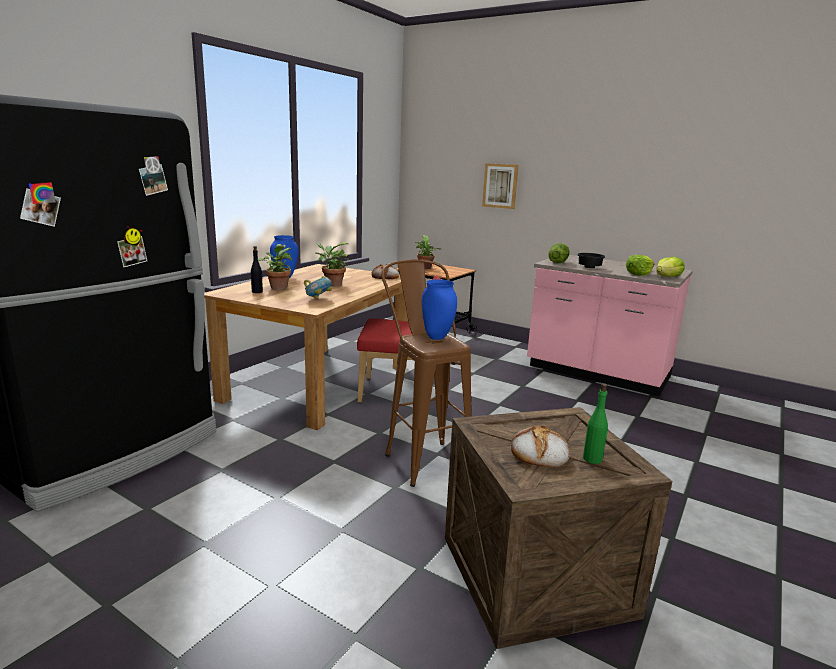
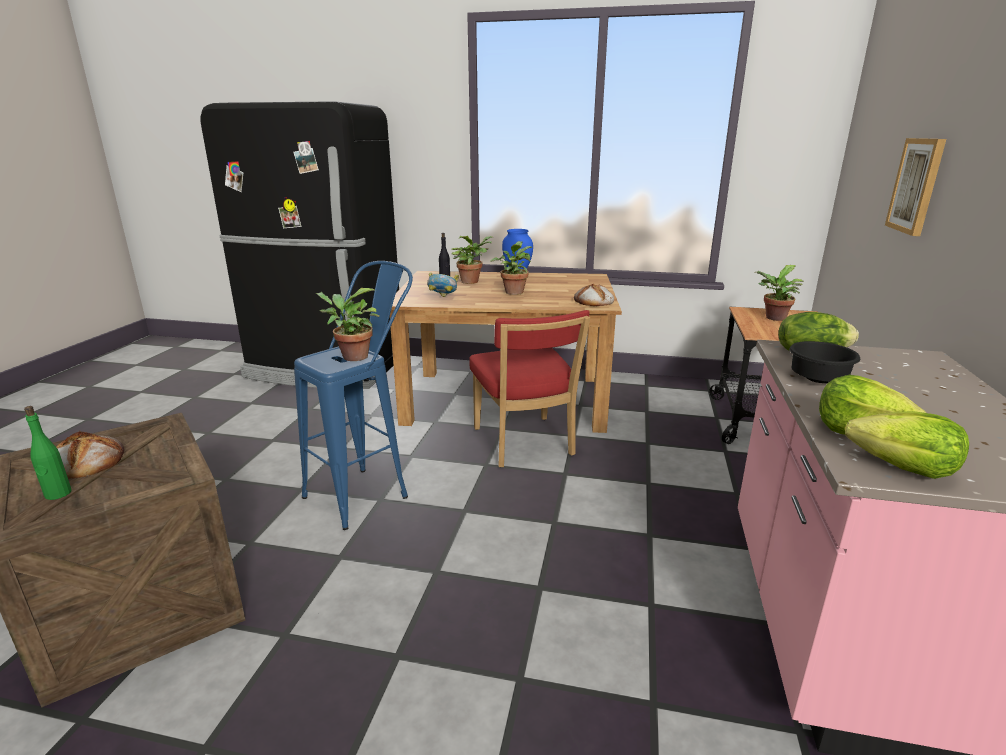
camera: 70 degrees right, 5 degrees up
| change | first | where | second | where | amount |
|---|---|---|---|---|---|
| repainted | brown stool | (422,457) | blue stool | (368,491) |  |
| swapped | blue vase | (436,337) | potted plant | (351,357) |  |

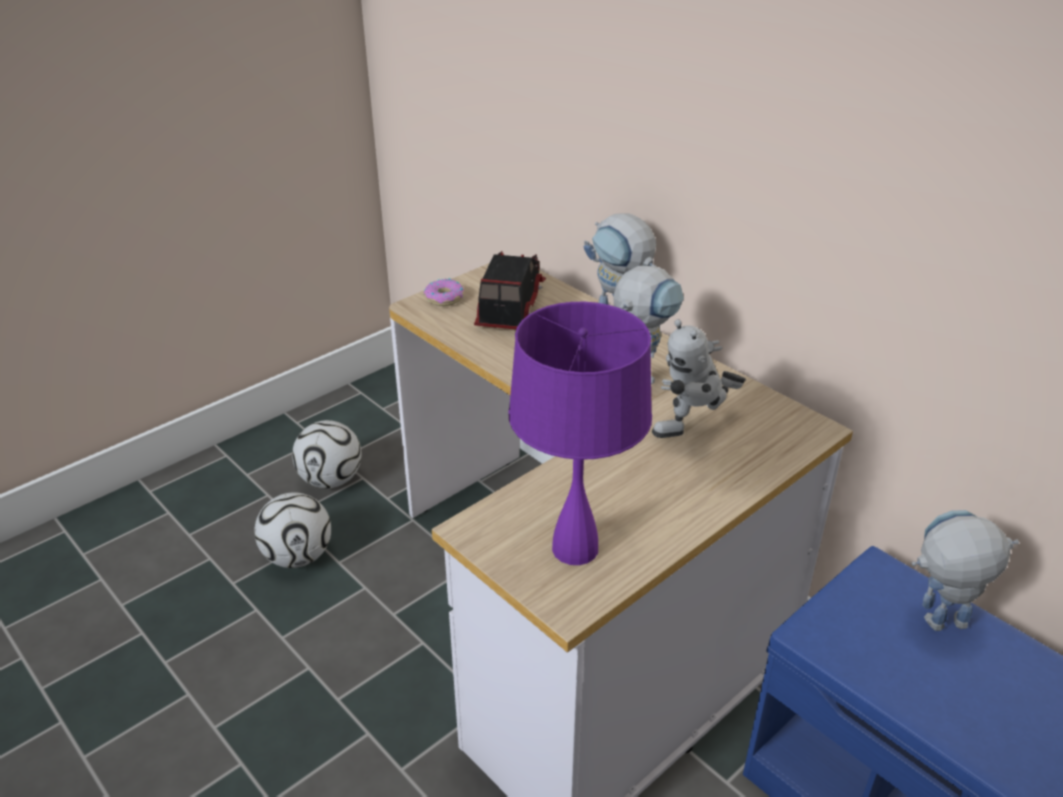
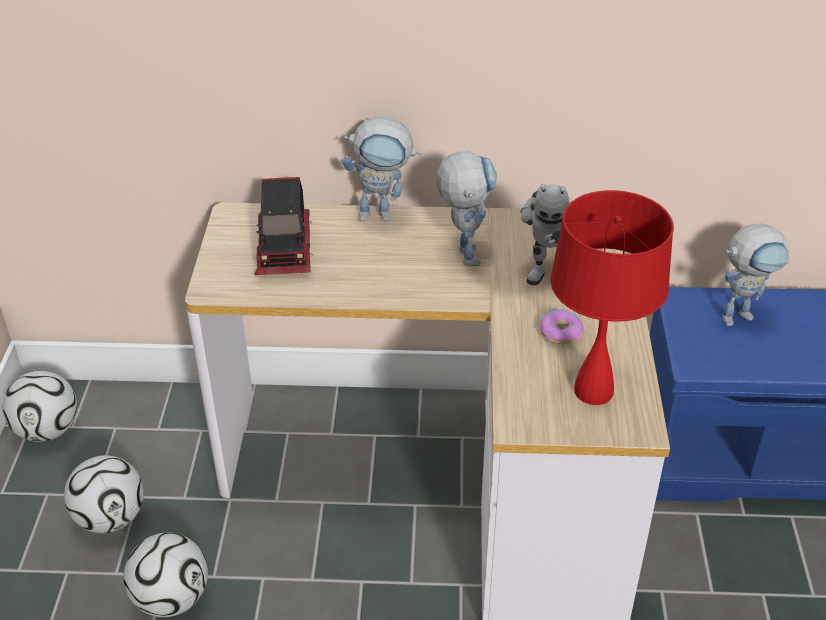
camera: 45 degrees left, 5 degrees up
| change | first | where | second | where | amount |
|---|---|---|---|---|---|
| rotated | toy truck | (509,306) |  | (286,247) | 150 degrees counterclockwise |
| shifted | donut | (444,298) |  | (561,332) |  |
| repainted | purple table lamp | (574,549) | red table lamp | (593,392) |  |
| rotated | toy robot | (936,627) |  | (742,314) | 150 degrees counterclockwise |
| new |  |  | football | (47,430) |  |

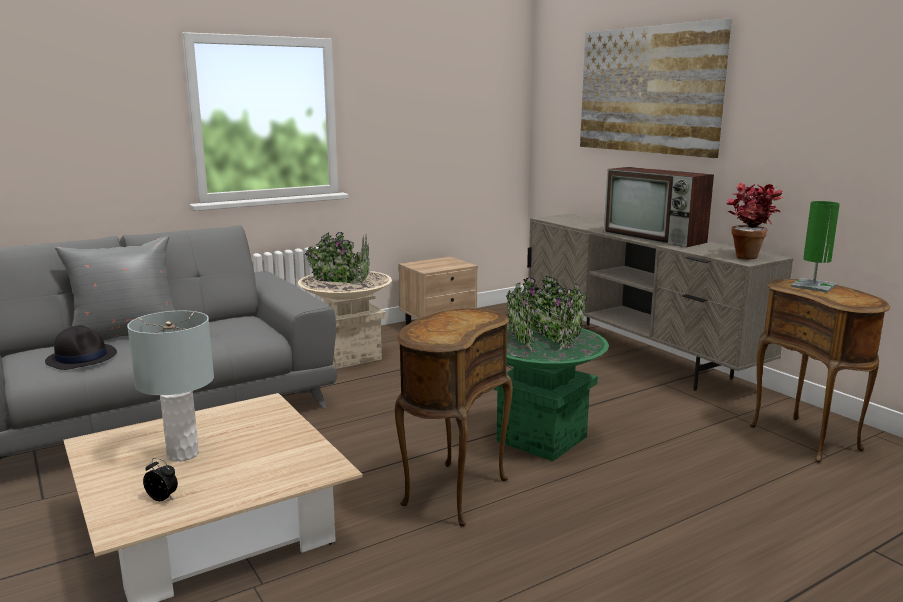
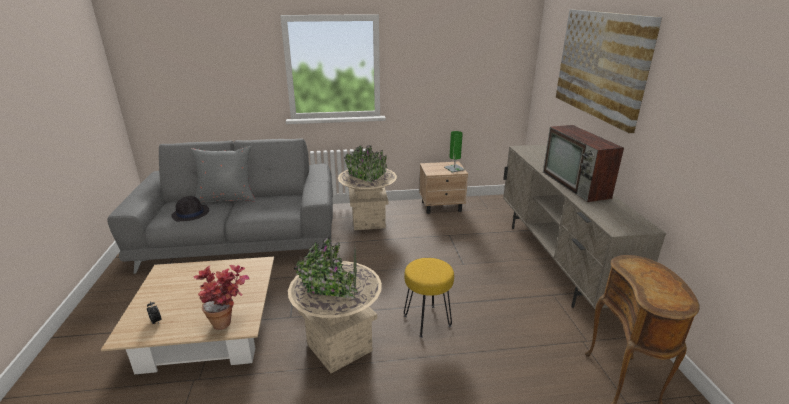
camera: 25 degrees right, 10 degrees up
| change | first | where | second | where | amount |
|---|---|---|---|---|---|
| shifted | potted plant | (749,256) |  | (229,322) |  |
| shifted | green table lamp | (813,286) |  | (454,168) |  |
| swapped | green planter | (541,439) | yellow stool | (427,321) |  |
| swapped | brown side table | (451,492) | beige planter | (339,347) |  |
| gone | grey table lamp | (182,454) |  |  |  |

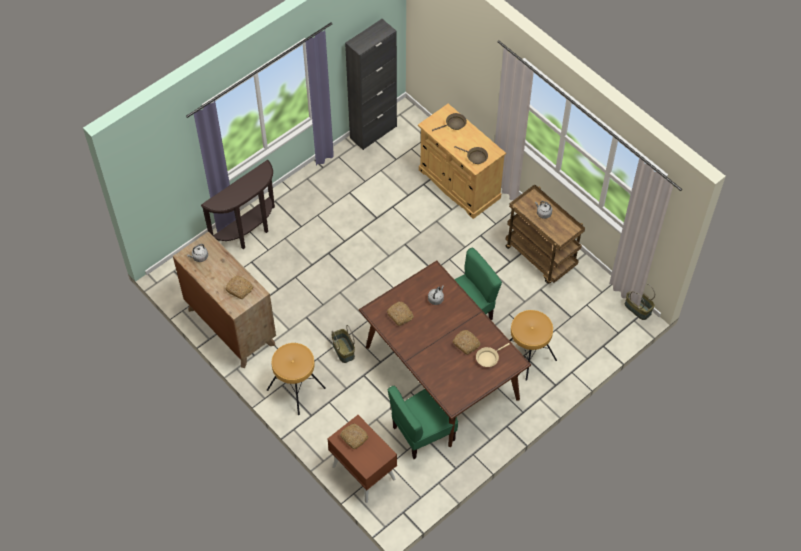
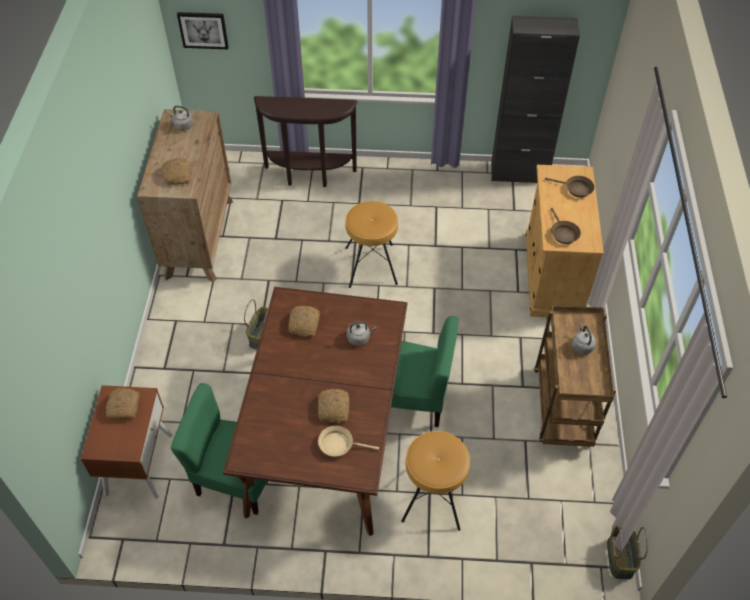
camera: 45 degrees right, 5 degrees down
| change | first | where | second | where | amount |
|---|---|---|---|---|---|
| shifted | brown stool | (296,388) |  | (371,265) |  |
| new |  |  | picture | (203,29) |  |

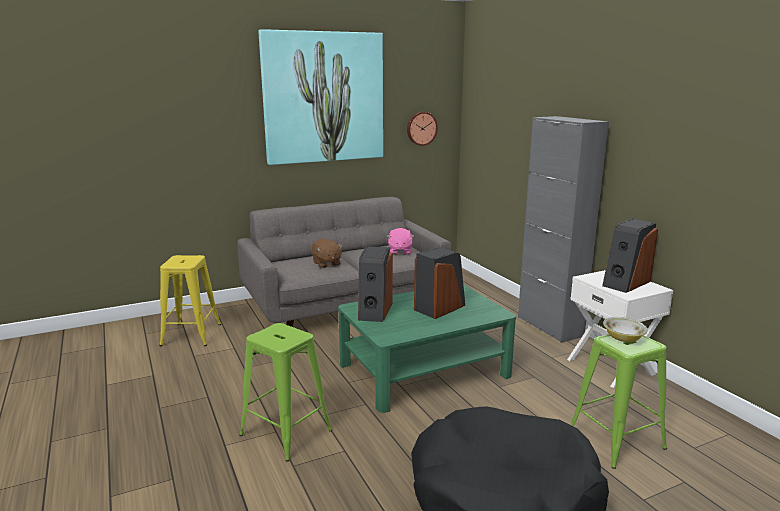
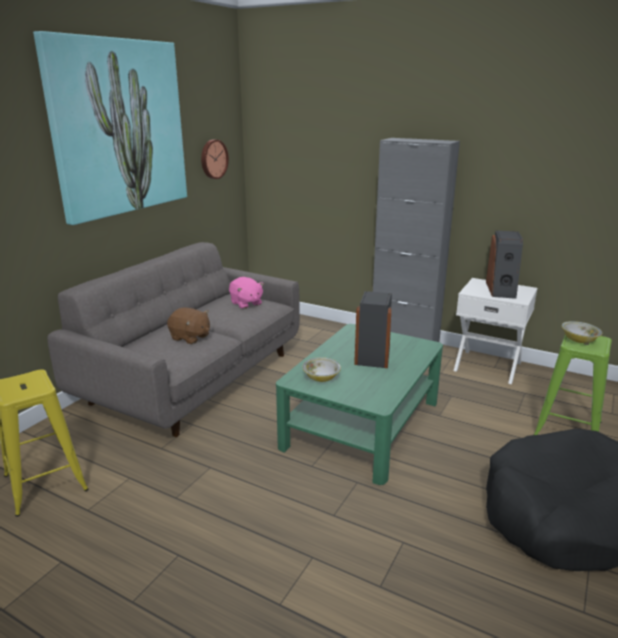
camera: 35 degrees left, 5 degrees up
| change | first | where | second | where | amount |
|---|---|---|---|---|---|
| swapped | speaker | (374,311) | bowl | (321,378) |  |
| gone | green stool | (285,432) |  |  |  |

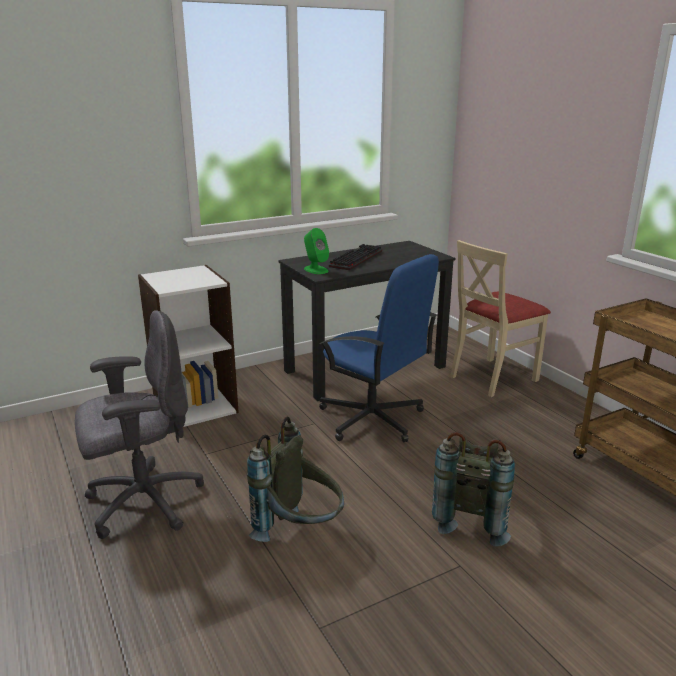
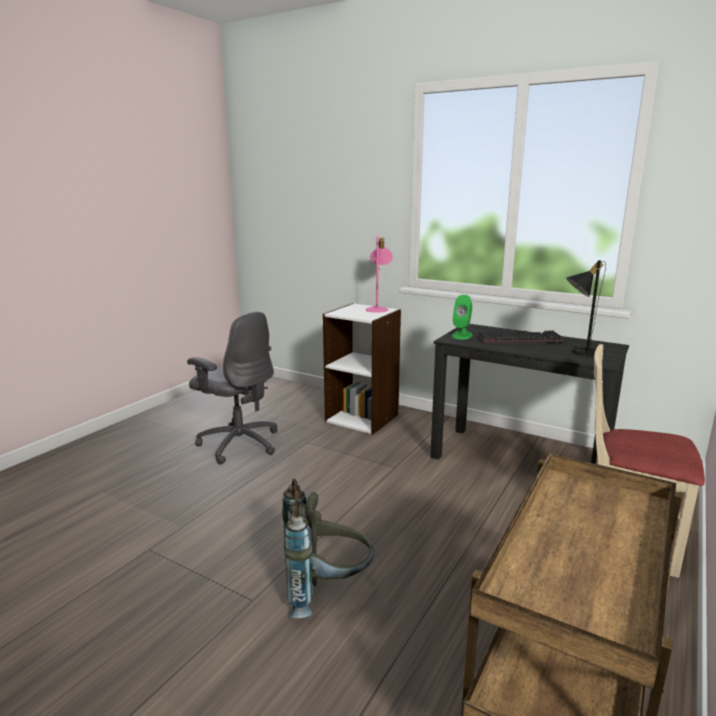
camera: 60 degrees right, 5 degrees down
| change | first | where | second | where | amount |
|---|---|---|---|---|---|
| gone | blue office chair | (372,419) |  |  |  |
| gone | grey backpack | (300,532) |  |  |  |
| new |  |  | pink table lamp | (378,308) |  |
| new |  |  | black table lamp | (580,352) |  |

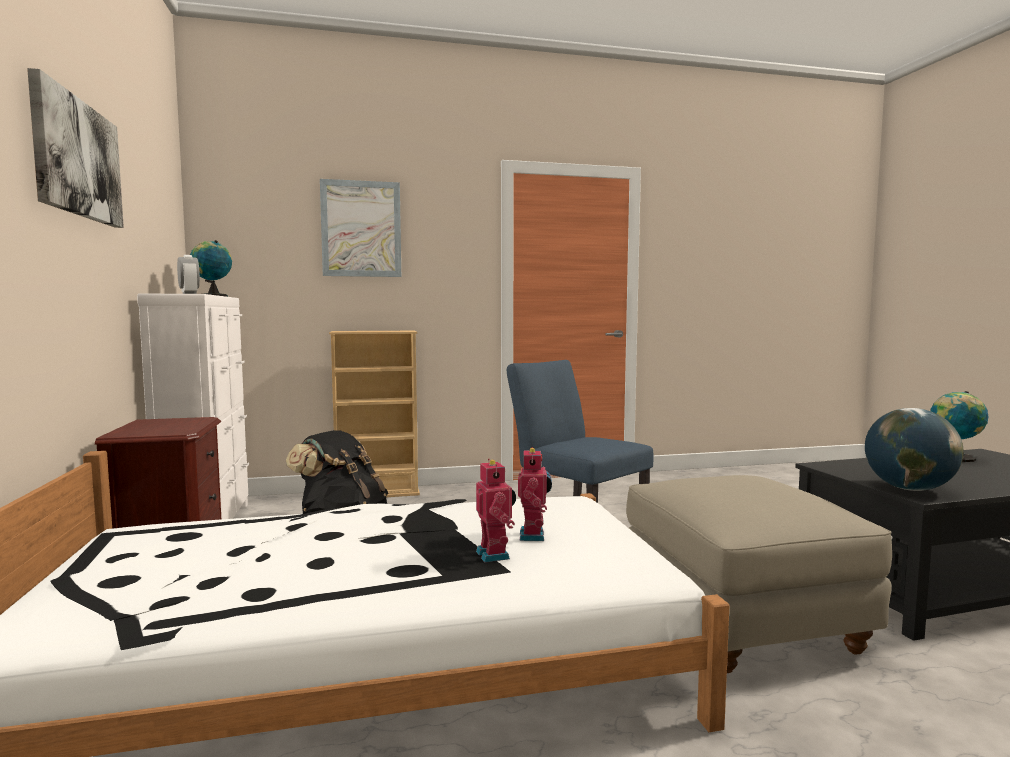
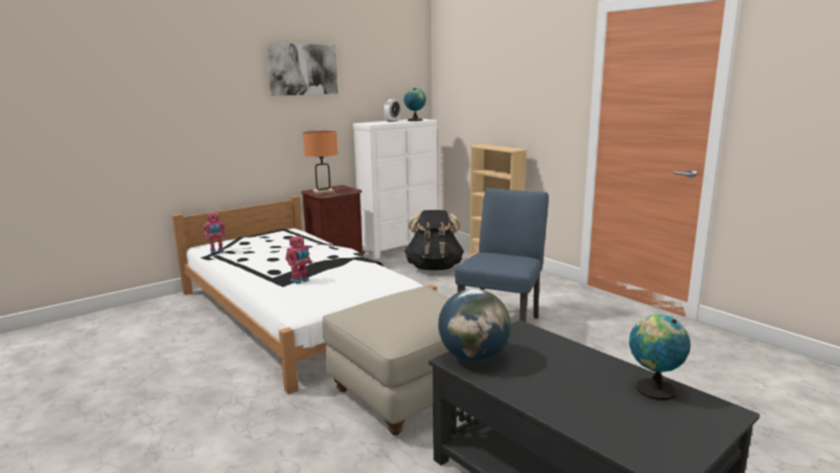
camera: 65 degrees right, 10 degrees up
| change | first | where | second | where | amount |
|---|---|---|---|---|---|
| gone | picture | (361,229) |  |  |  |
| shifted | toy robot | (534,536) |  | (217,251) |  |
| new |  |  | orange table lamp | (323,191) |  |

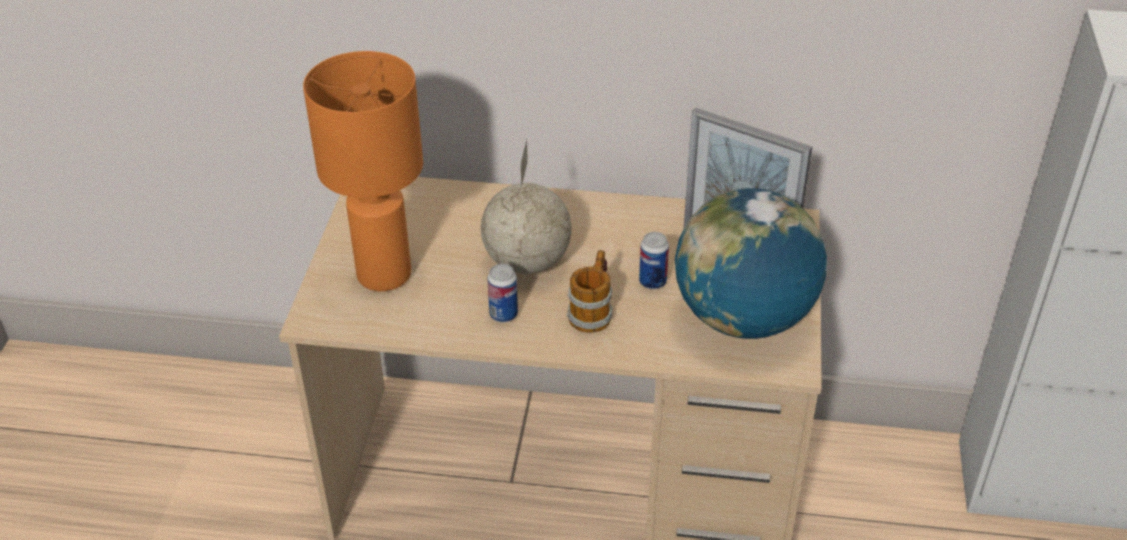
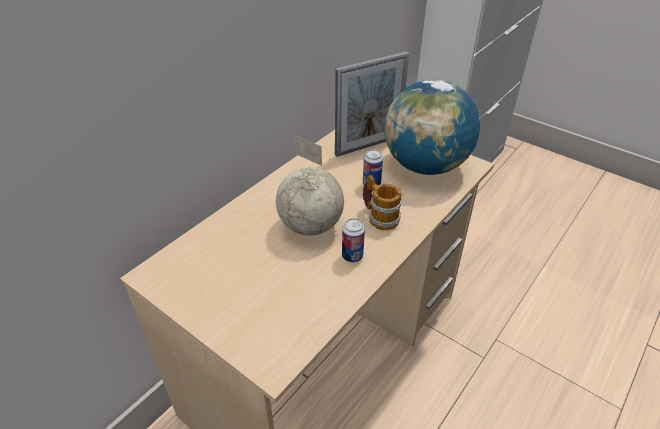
camera: 60 degrees left, 0 degrees up
| change | first | where | second | where | amount |
|---|---|---|---|---|---|
| gone | orange table lamp | (382,275) |  |  |  |

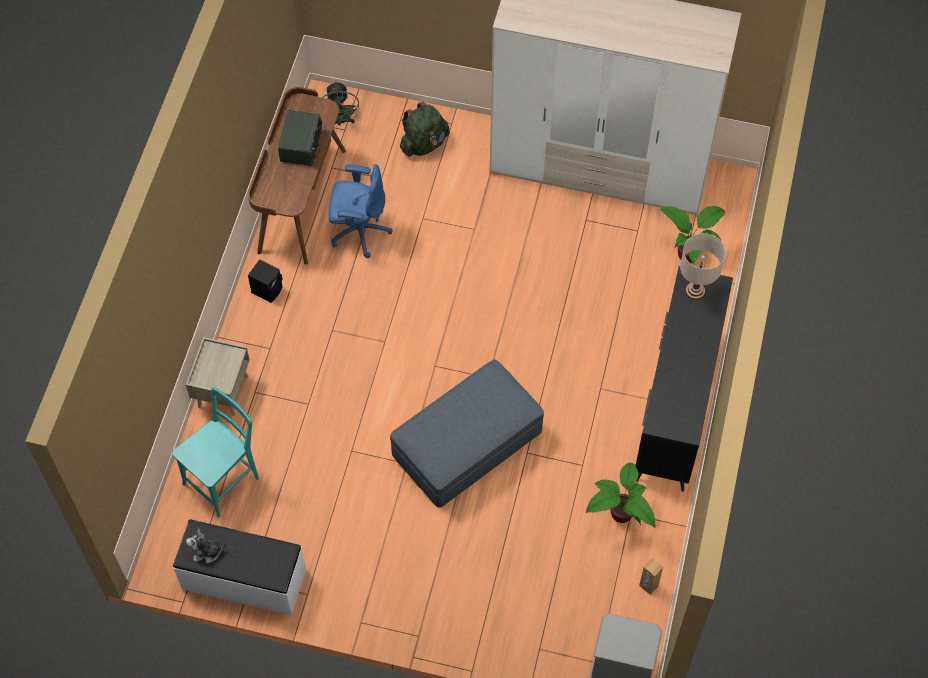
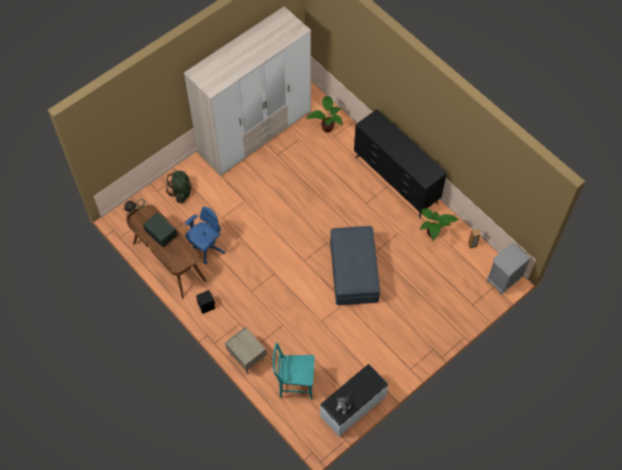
camera: 55 degrees left, 0 degrees up
| change | first | where | second | where | amount |
|---|---|---|---|---|---|
| gone | beige table lamp | (695,291) |  |  |  |
| rotated | turquoise chair | (224,478) |  | (294,384) | 75 degrees counterclockwise |

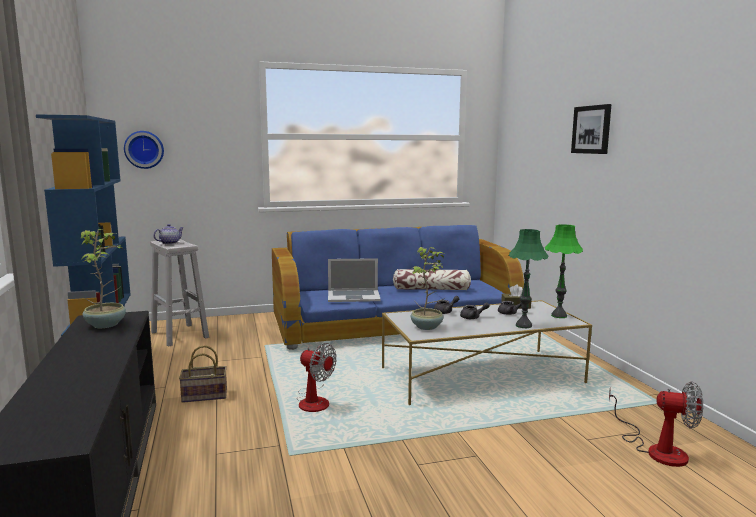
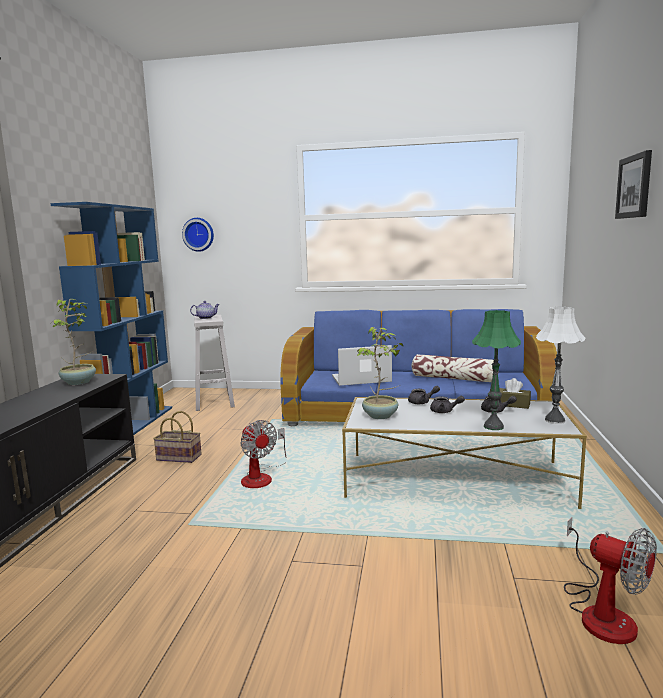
camera: 25 degrees right, 0 degrees up
| change | first | where | second | where | amount |
|---|---|---|---|---|---|
| repainted | green table lamp | (558,316) | white table lamp | (554,420) |  |
| rotated | laptop | (353,296) |  | (361,379) | 150 degrees clockwise |

